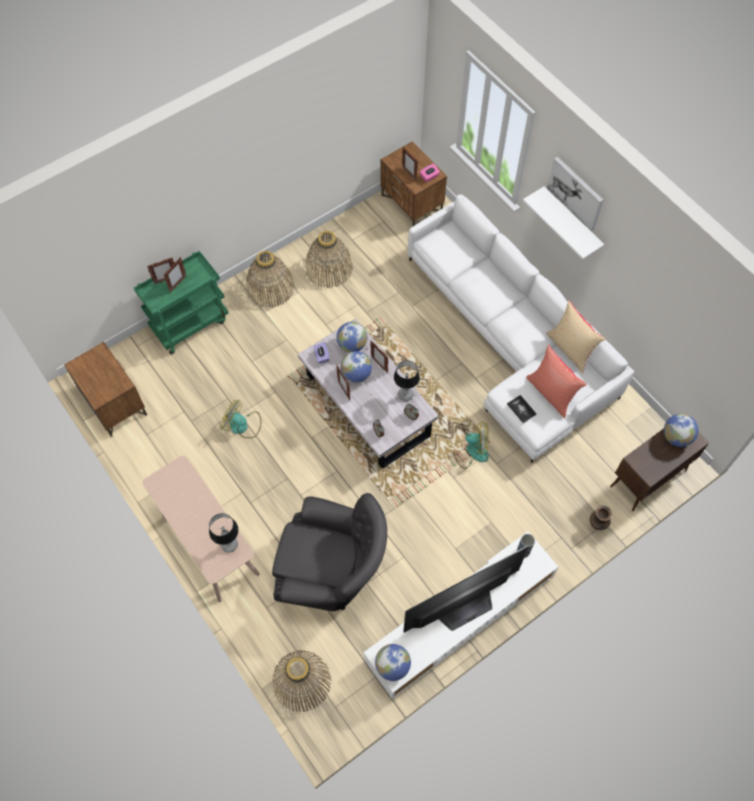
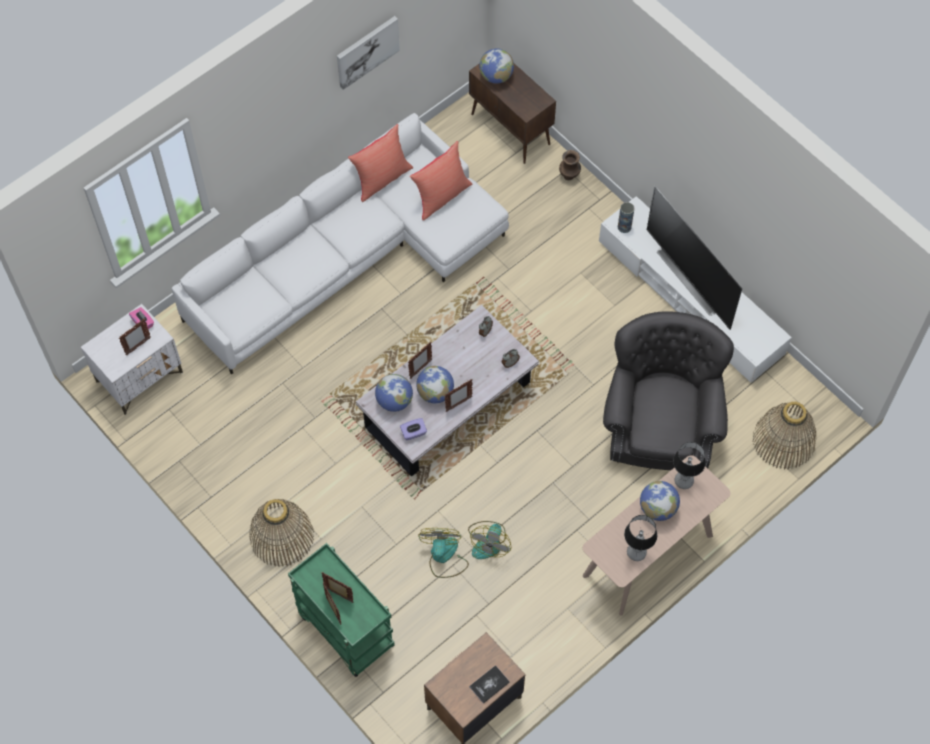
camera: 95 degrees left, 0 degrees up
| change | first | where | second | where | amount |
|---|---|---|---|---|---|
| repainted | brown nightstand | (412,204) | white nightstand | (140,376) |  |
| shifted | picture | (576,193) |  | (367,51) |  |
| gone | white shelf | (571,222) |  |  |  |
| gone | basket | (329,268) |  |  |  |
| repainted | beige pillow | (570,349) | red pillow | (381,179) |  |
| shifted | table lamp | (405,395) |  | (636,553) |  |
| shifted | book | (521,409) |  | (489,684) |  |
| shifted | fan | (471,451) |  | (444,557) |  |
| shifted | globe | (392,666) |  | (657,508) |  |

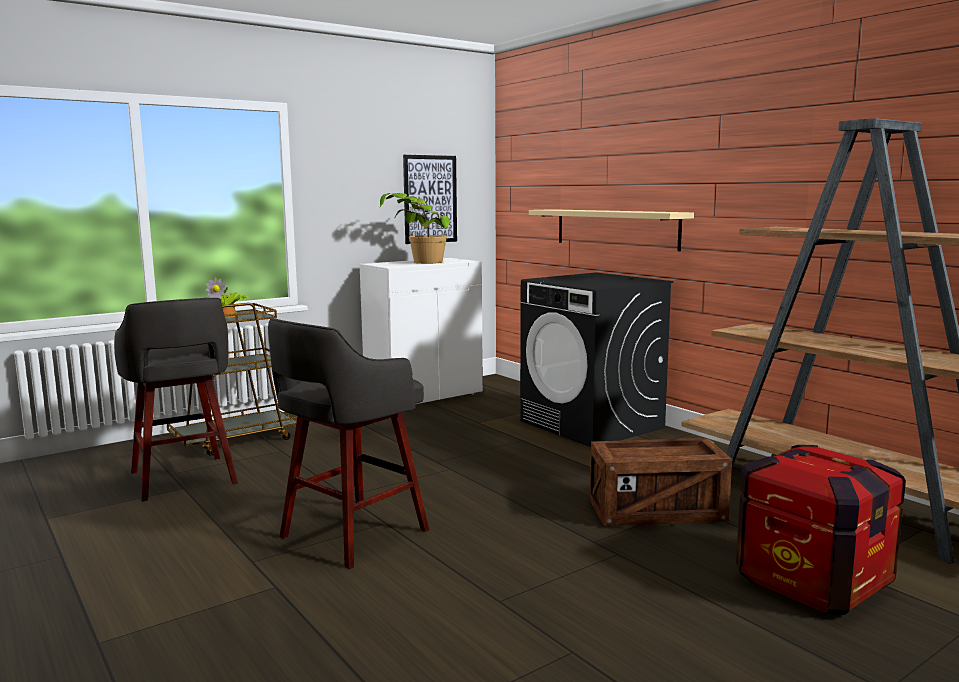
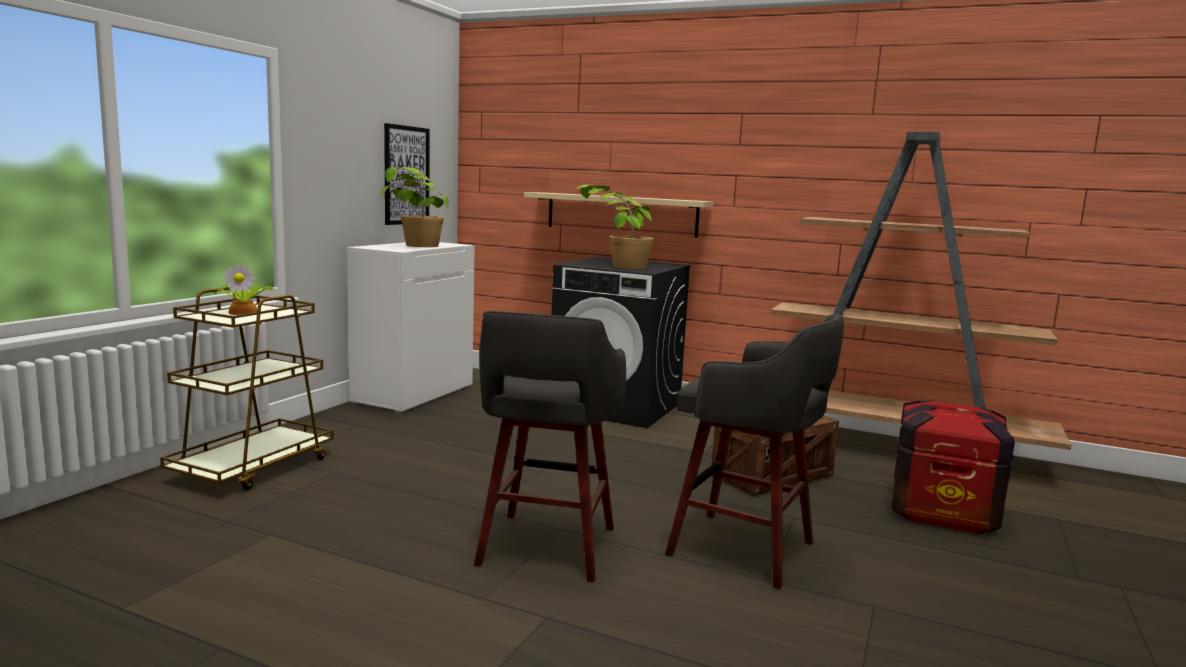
camera: 30 degrees left, 0 degrees up
| change | first | where | second | where | amount |
|---|---|---|---|---|---|
| shifted | grey stool | (183,479) |  | (746,550) |  |
| new |  |  | potted plant | (616,265) |  |

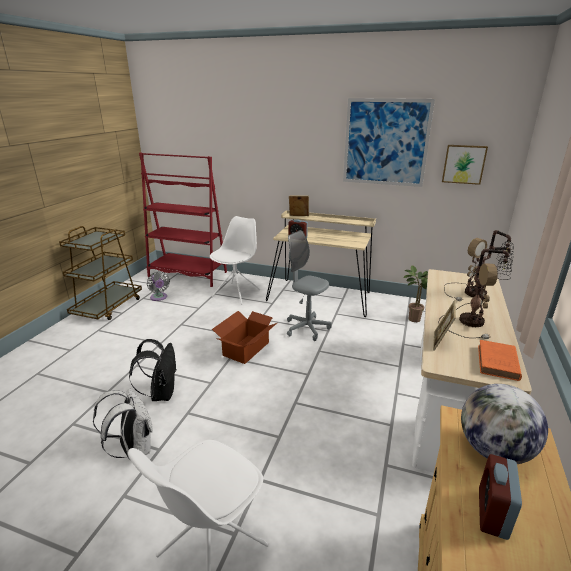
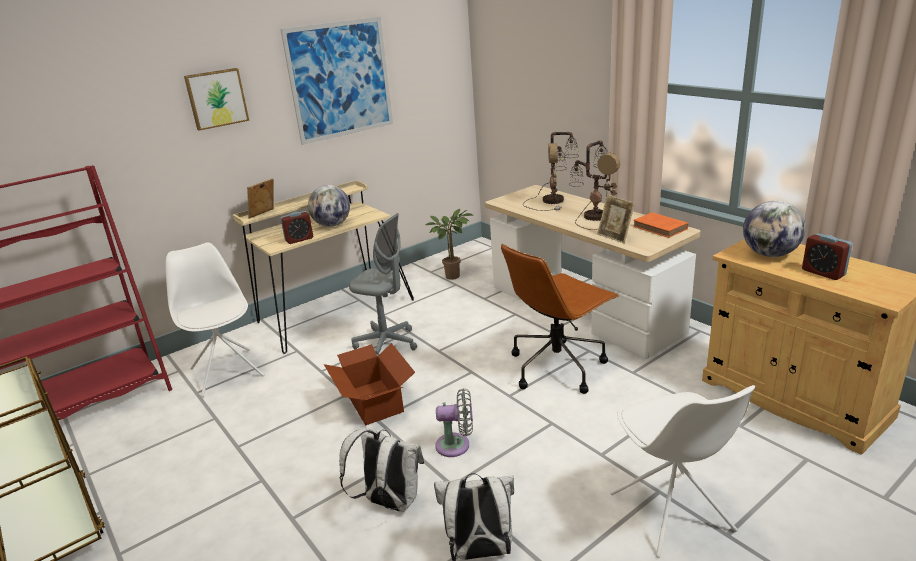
camera: 55 degrees left, 0 degrees up
| change | first | where | second | where | amount |
|---|---|---|---|---|---|
| shifted | picture | (463,164) |  | (216,98) |  |
| rotated | grey office chair | (307,328) |  | (386,343) | 135 degrees counterclockwise |
| shifted | grey fan | (159,298) |  | (456,445) |  |
| repainted | black backpack | (161,393) | white backpack | (389,502) |  |
| new |  |  | globe | (332,225) |  |
| new |  |  | brown office chair | (557,366) |  |

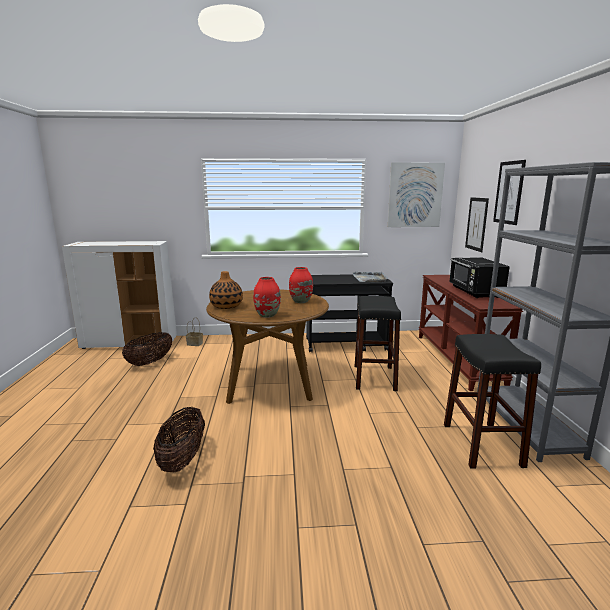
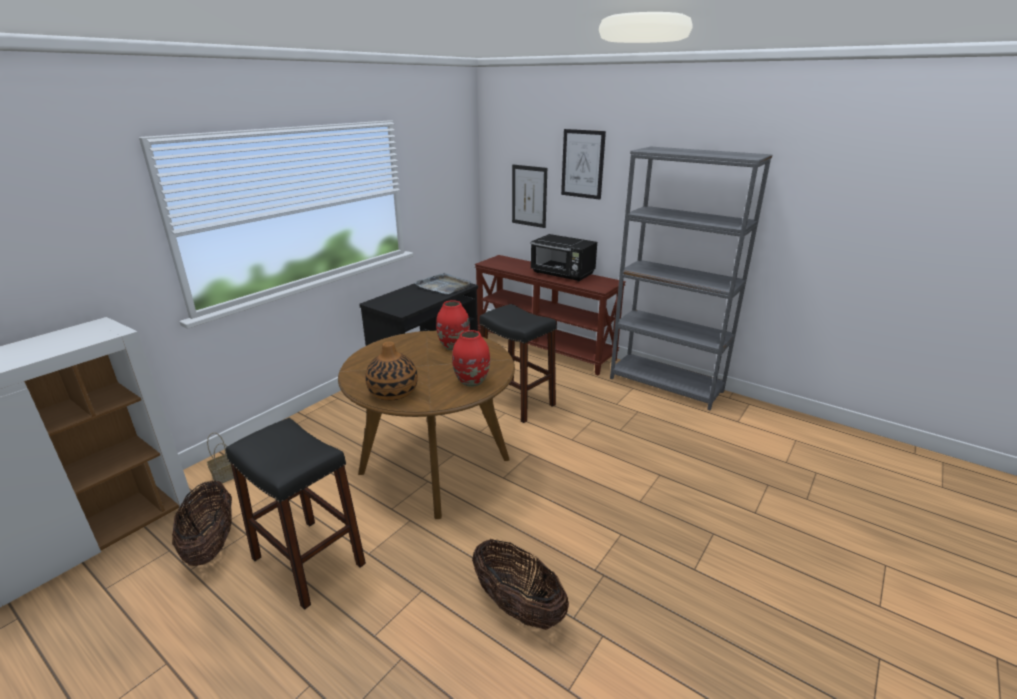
camera: 50 degrees left, 10 degrees up
| change | first | where | second | where | amount |
|---|---|---|---|---|---|
| gone | picture | (415,195) |  |  |  |
| shifted | black stool | (481,444) |  | (308,561) |  |

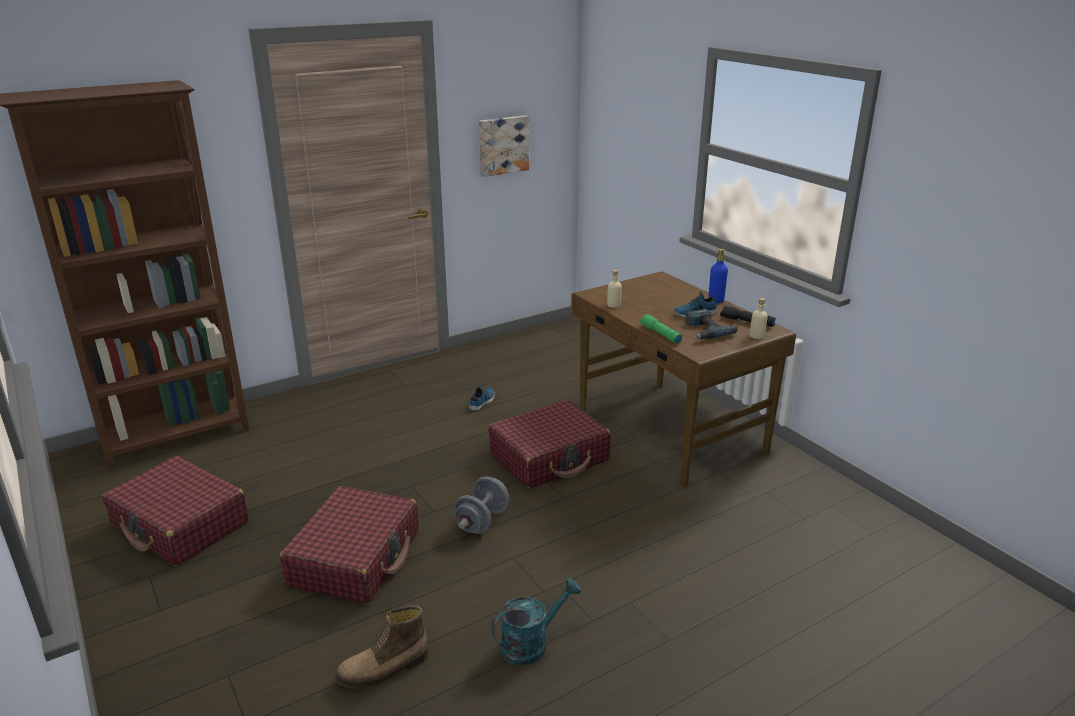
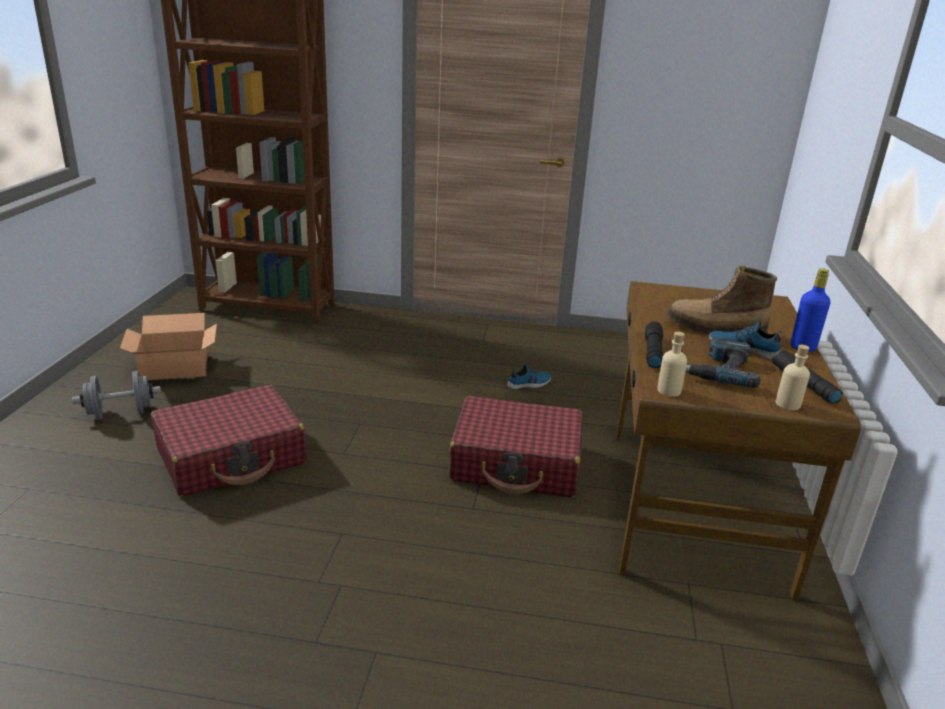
camera: 40 degrees right, 0 degrees up
| change | first | where | second | where | amount |
|---|---|---|---|---|---|
| gone | picture | (502,145) |  |  |  |
| shifted | beige bottle | (613,305) |  | (669,390) |  |
| repainted | green flashlight | (660,334) | black flashlight | (652,351) |  |
| swapped | red suitcase | (180,524) | cardboard box | (175,367) |  |
| shifted | grey dumbbell | (482,521) |  | (121,413) |  |
| gone | turquoise watering can | (531,643) |  |  |  |
| shifted | boot | (384,670) |  | (715,329) |  |

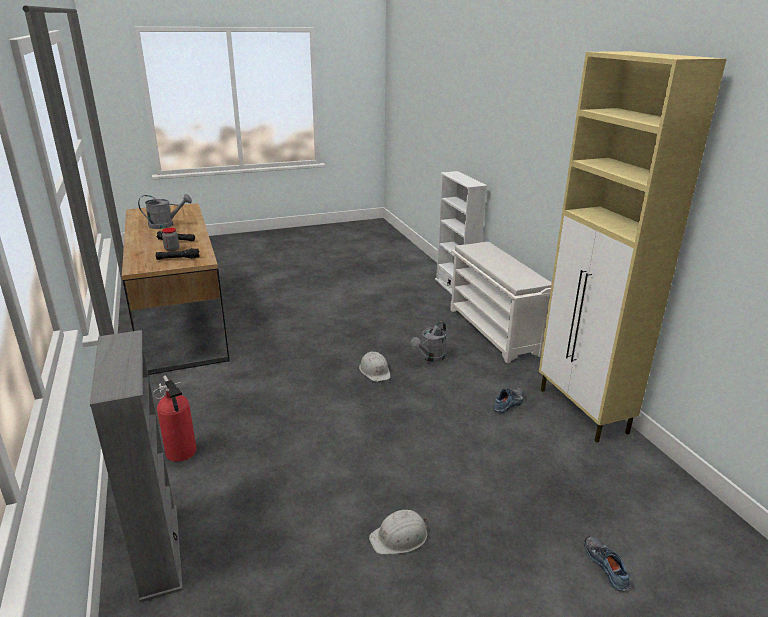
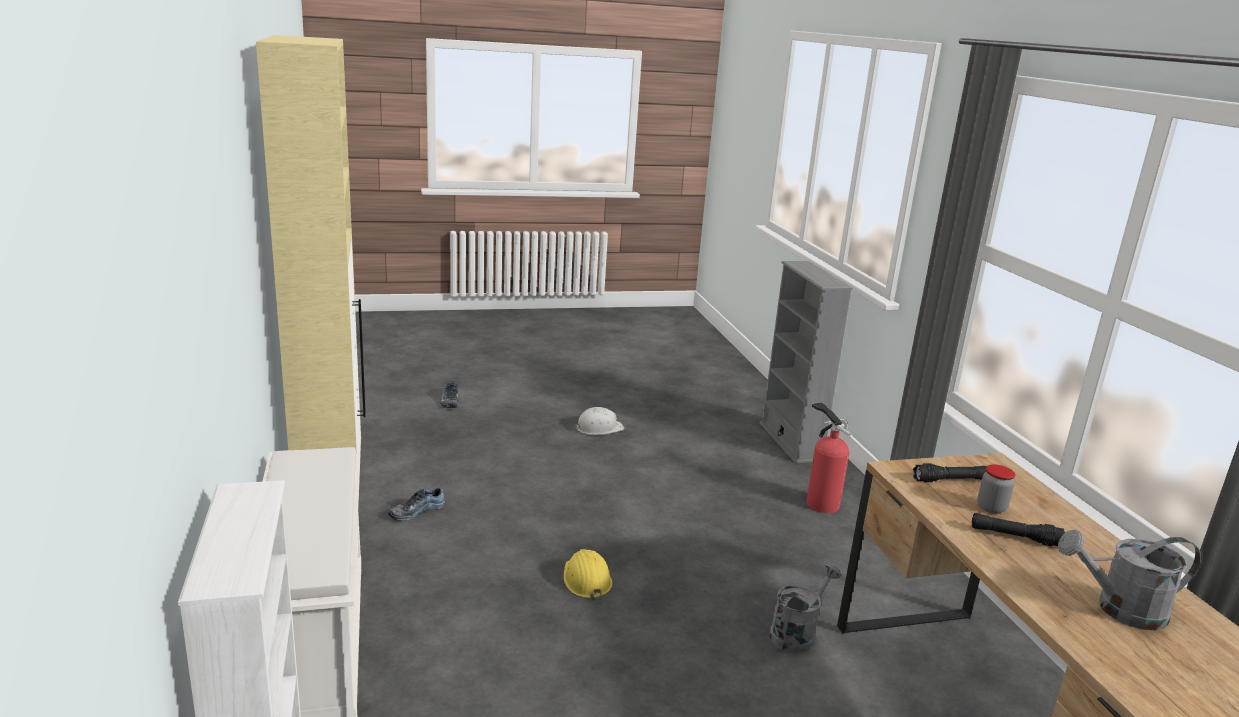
camera: 175 degrees left, 5 degrees down
| change | first | where | second | where | amount |
|---|---|---|---|---|---|
| shifted | grey watering can | (430,357) |  | (797,633) |  |
| repainted | white hard hat | (375,371) | yellow hard hat | (586,579) |  |

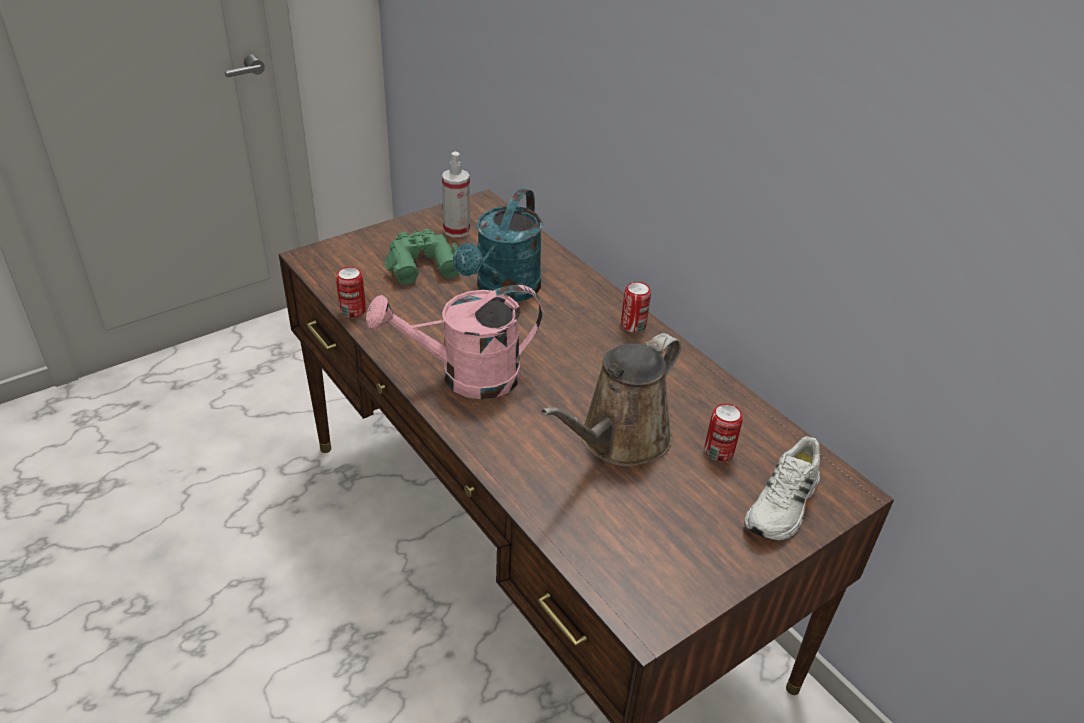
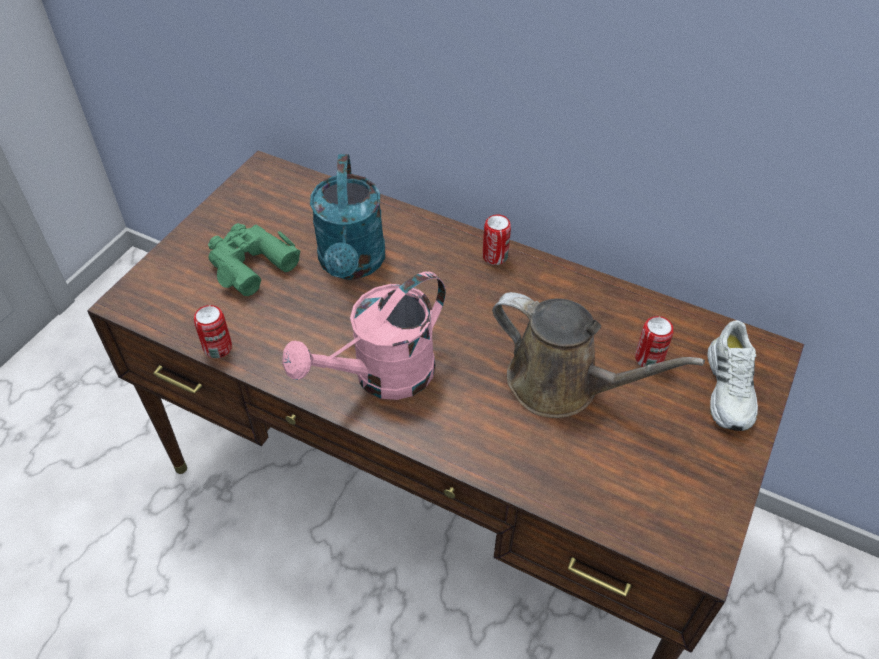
camera: 25 degrees left, 10 degrees up
| change | first | where | second | where | amount |
|---|---|---|---|---|---|
| gone | spray bottle | (456,230) |  |  |  |
| rotated | brown watering can | (619,440) |  | (562,385) | 75 degrees counterclockwise |

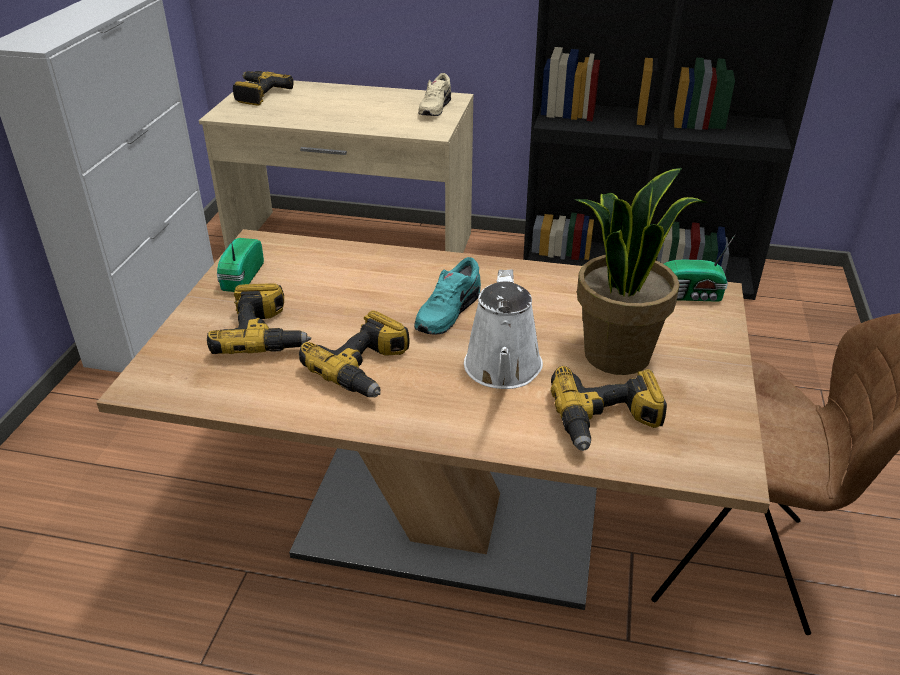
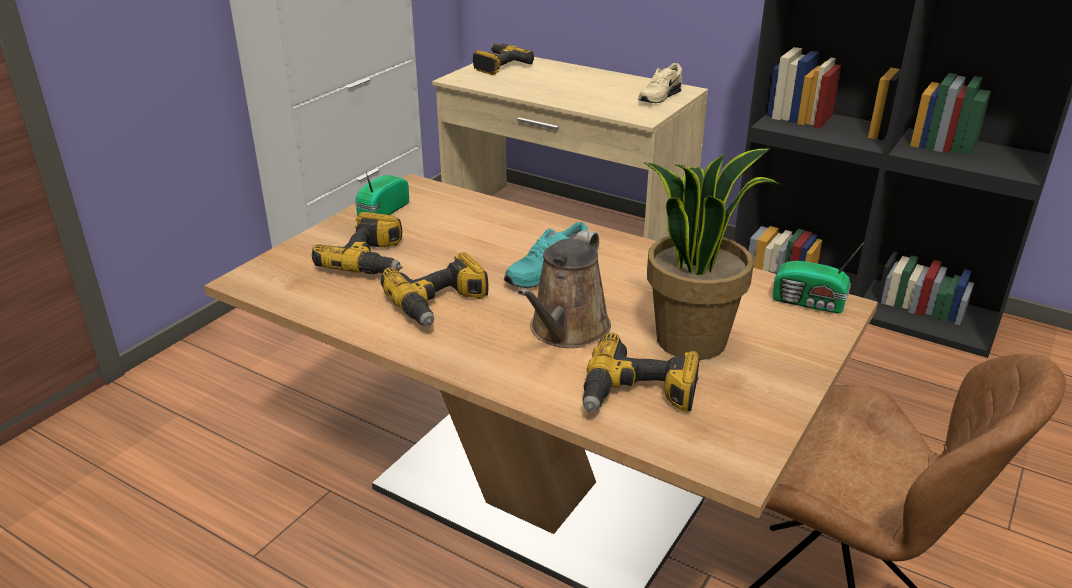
camera: 20 degrees right, 5 degrees down
| change | first | where | second | where | amount |
|---|---|---|---|---|---|
| repainted | white watering can | (503,370) | brown watering can | (566,331) |  |

